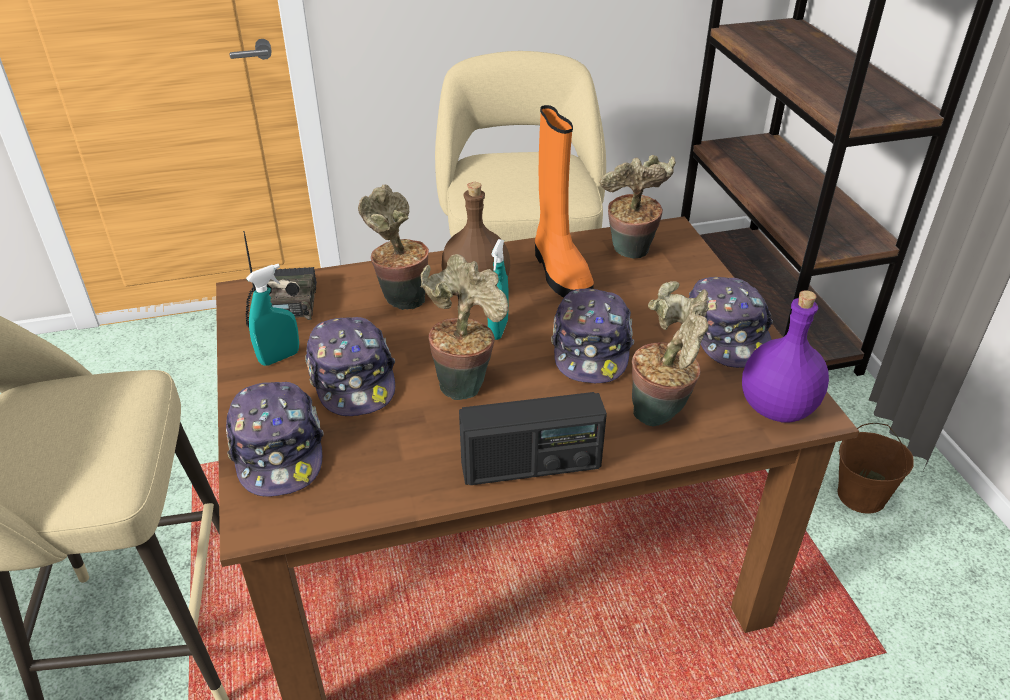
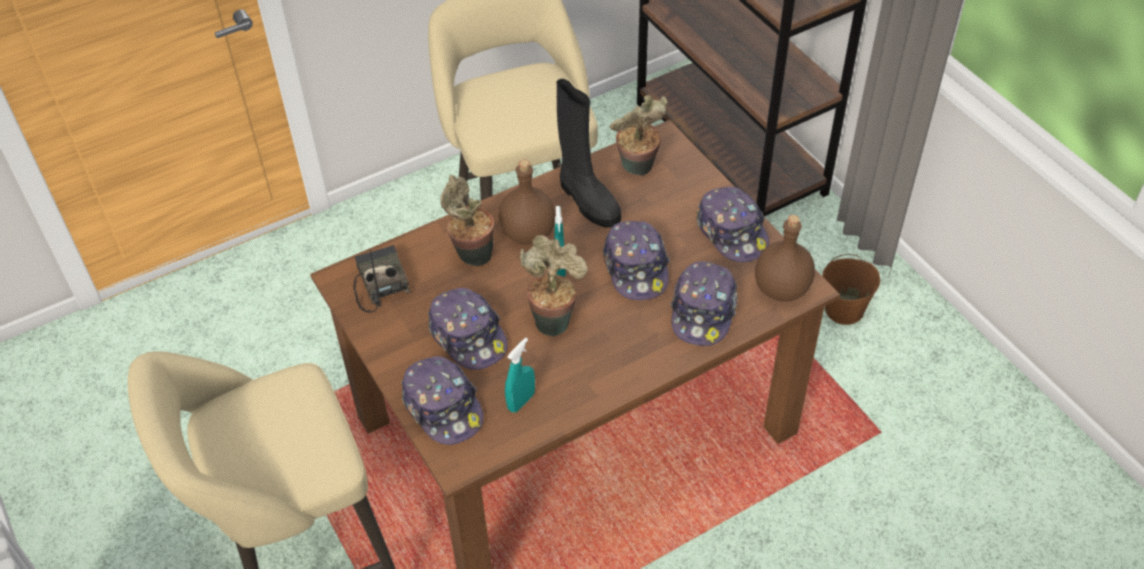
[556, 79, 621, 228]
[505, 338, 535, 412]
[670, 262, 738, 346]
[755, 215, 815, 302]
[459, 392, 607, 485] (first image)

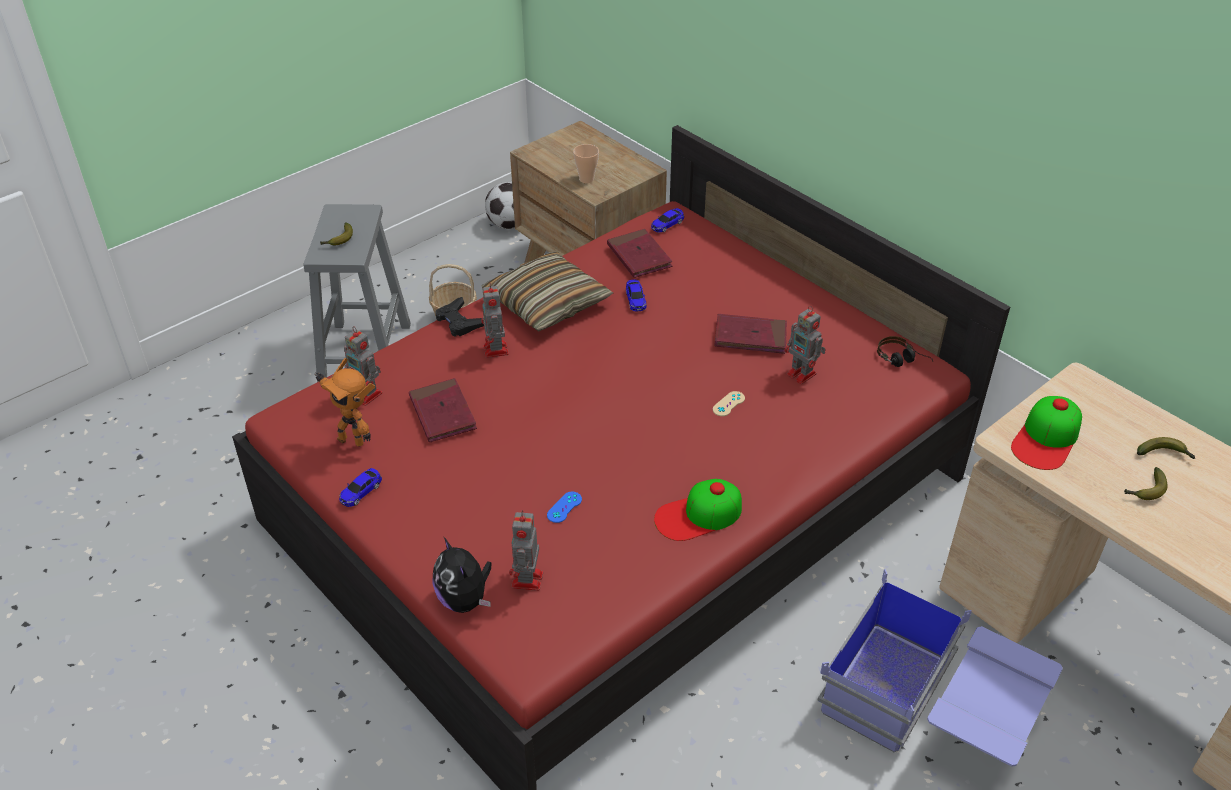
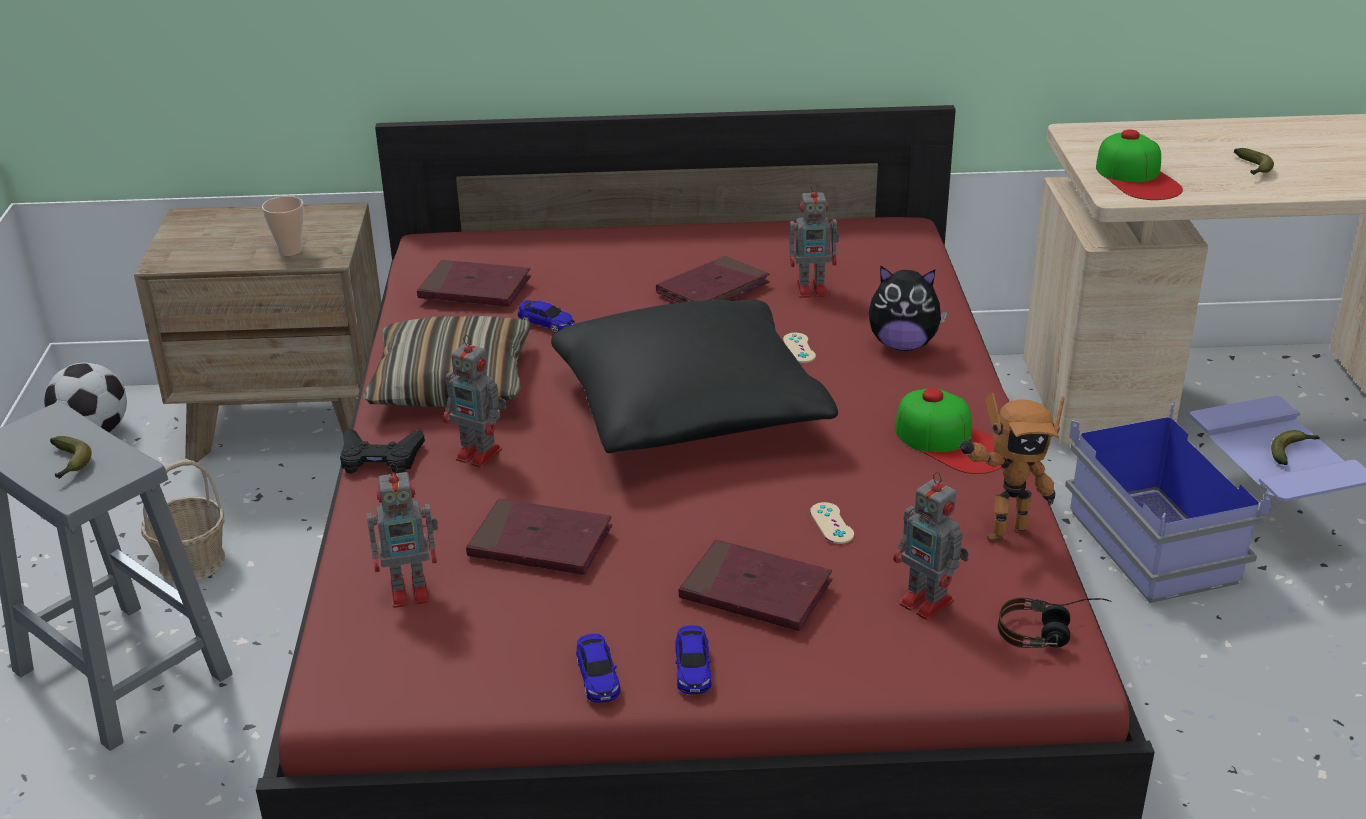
[675, 625, 712, 694]
[998, 597, 1111, 648]
[958, 393, 1064, 543]
[1271, 430, 1320, 465]
[895, 388, 1007, 474]
[810, 502, 854, 544]
[868, 265, 948, 351]
[551, 299, 838, 453]
[678, 540, 832, 631]

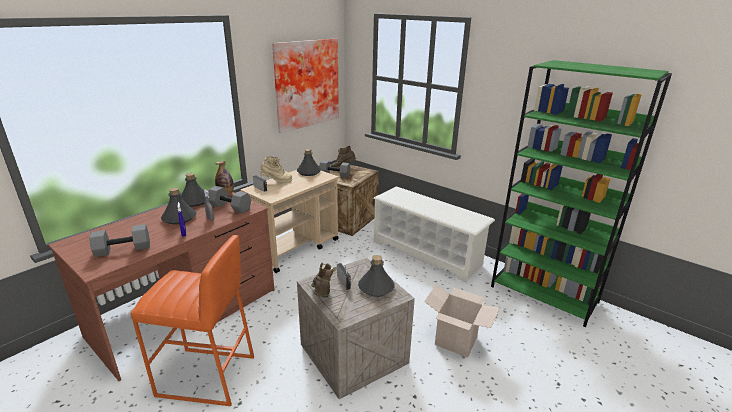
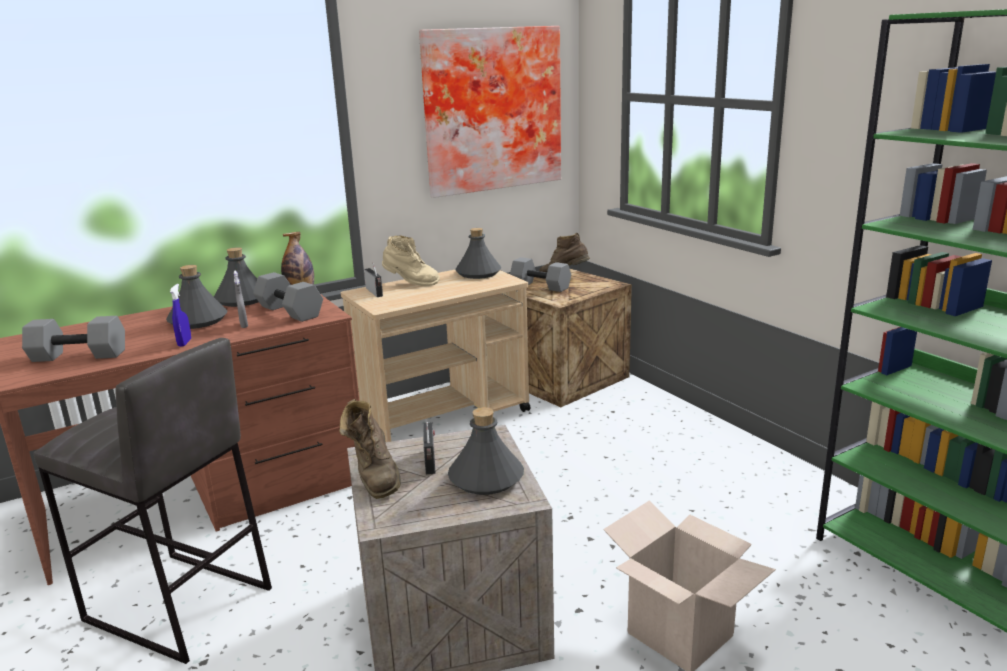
[373, 186, 495, 283] (first image)
[34, 338, 272, 664]
[339, 399, 401, 499]

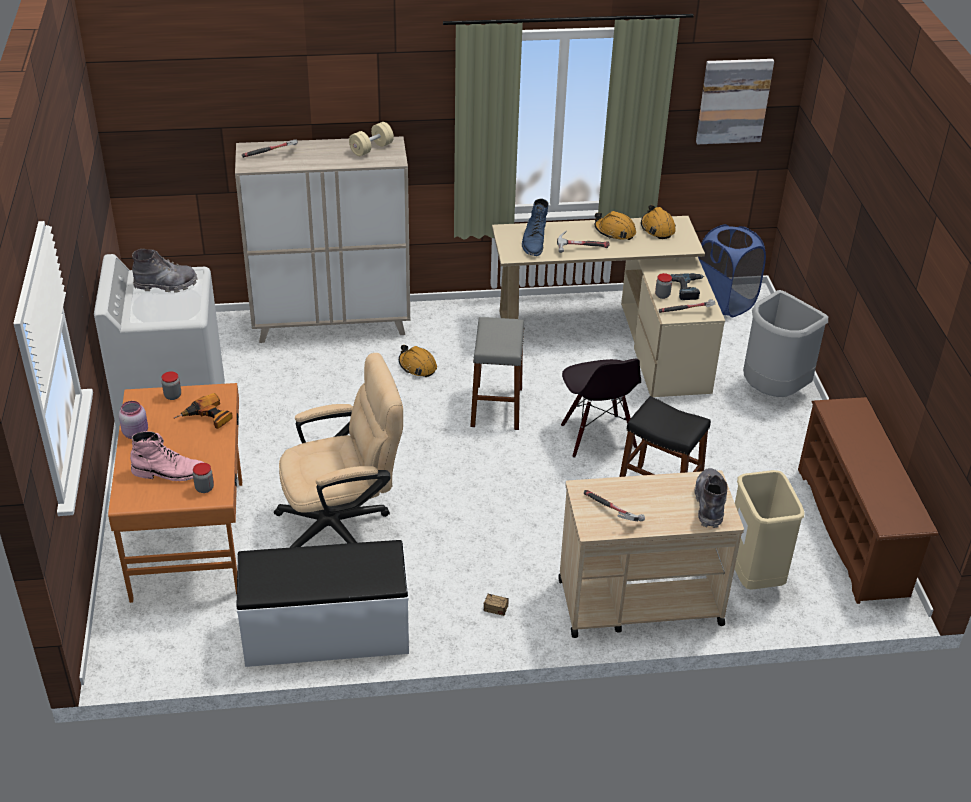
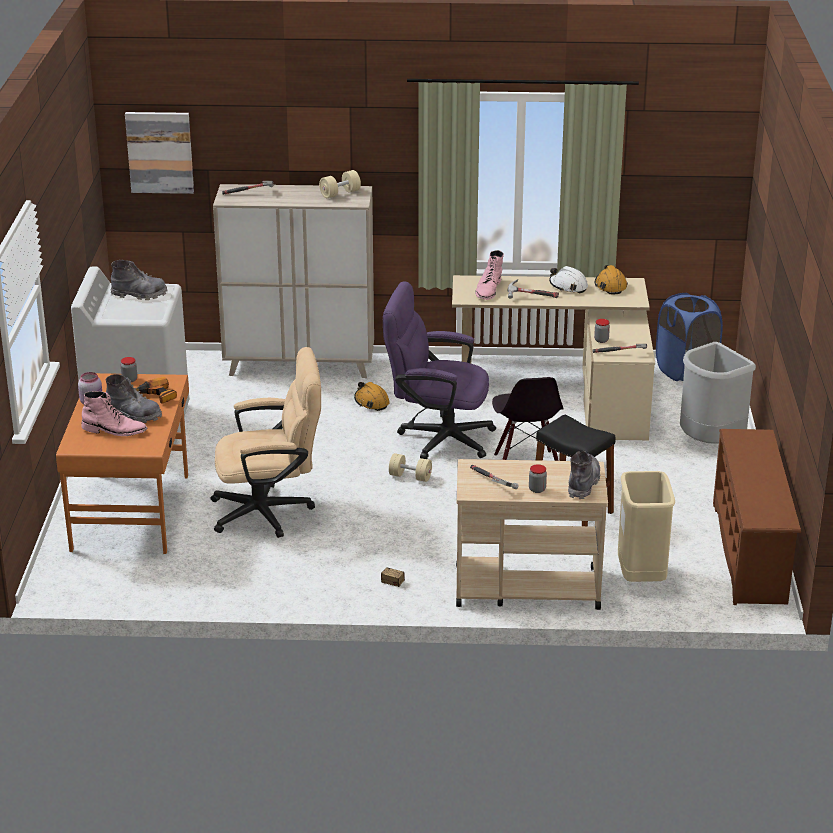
[125, 112, 194, 194]
[475, 250, 504, 300]
[549, 266, 588, 293]
[671, 273, 704, 300] (first image)
[383, 281, 496, 459]
[529, 464, 547, 493]
[236, 540, 409, 667] (first image)
[106, 374, 162, 423]
[389, 453, 432, 482]

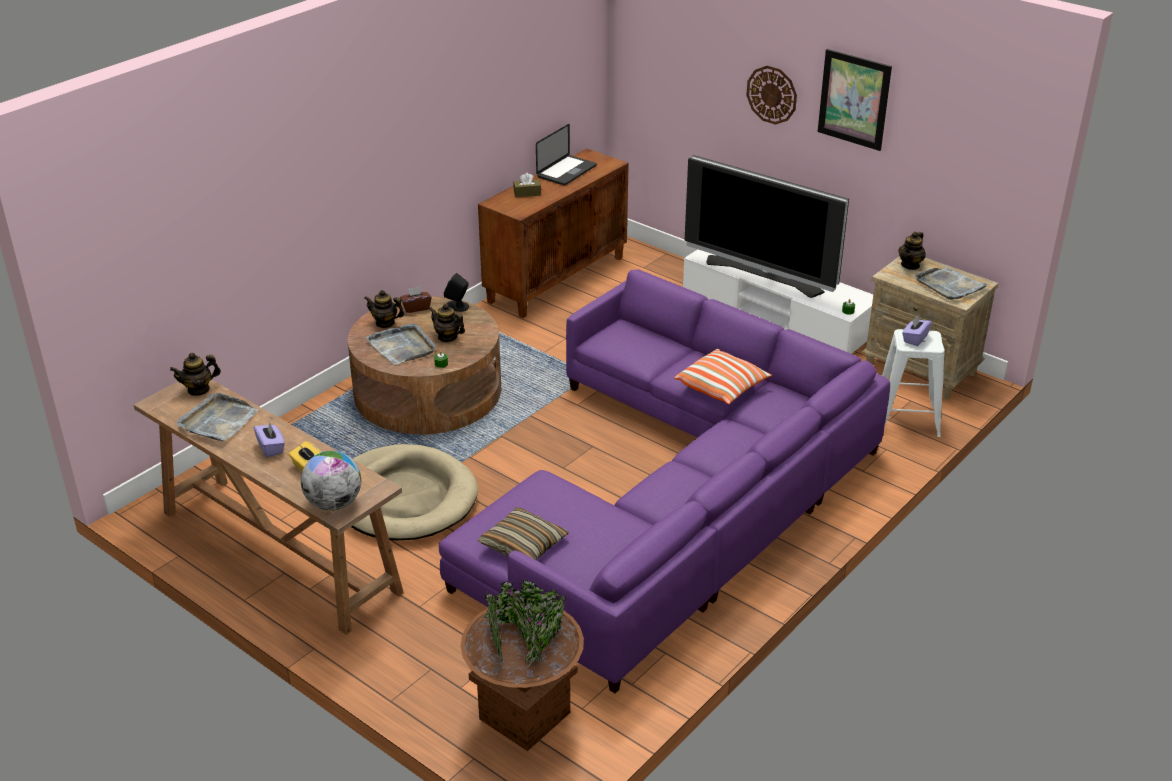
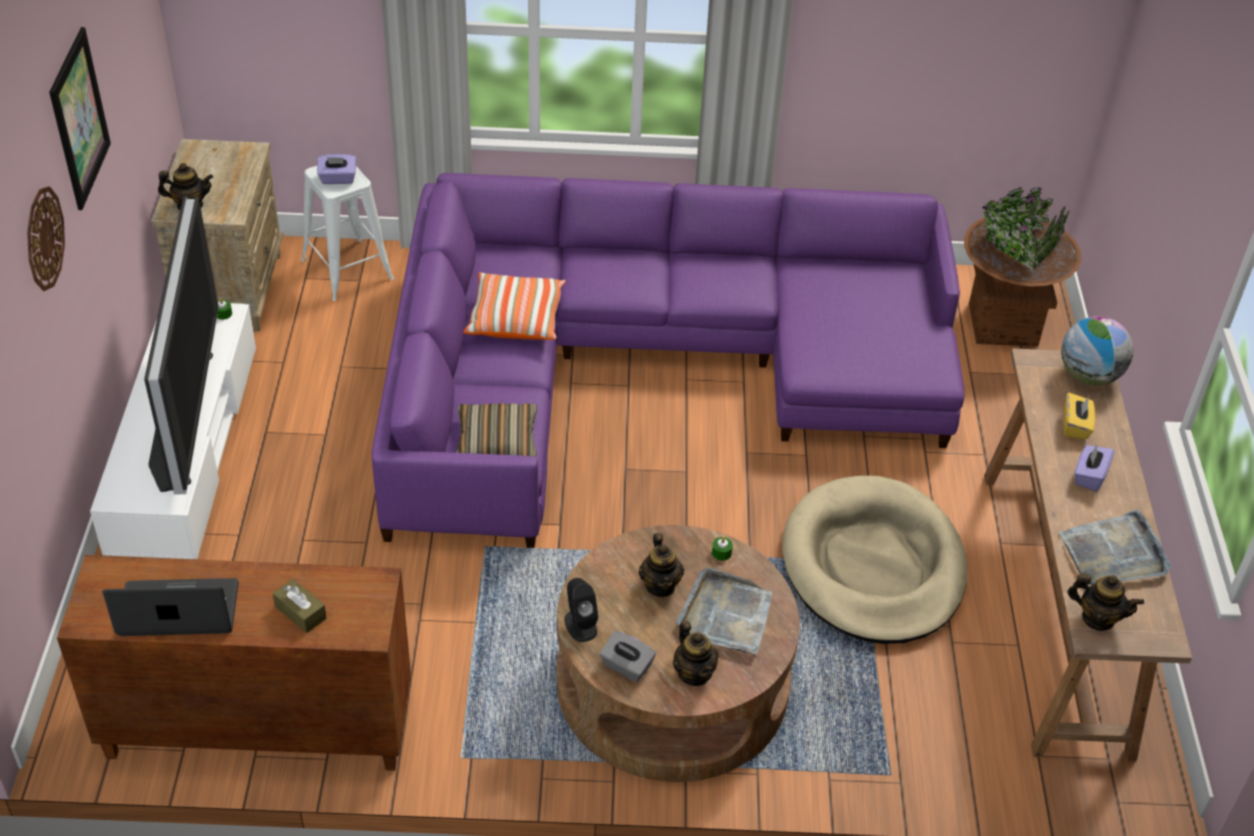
[915, 267, 990, 300] (first image)
[600, 631, 656, 682]
[456, 403, 537, 457]

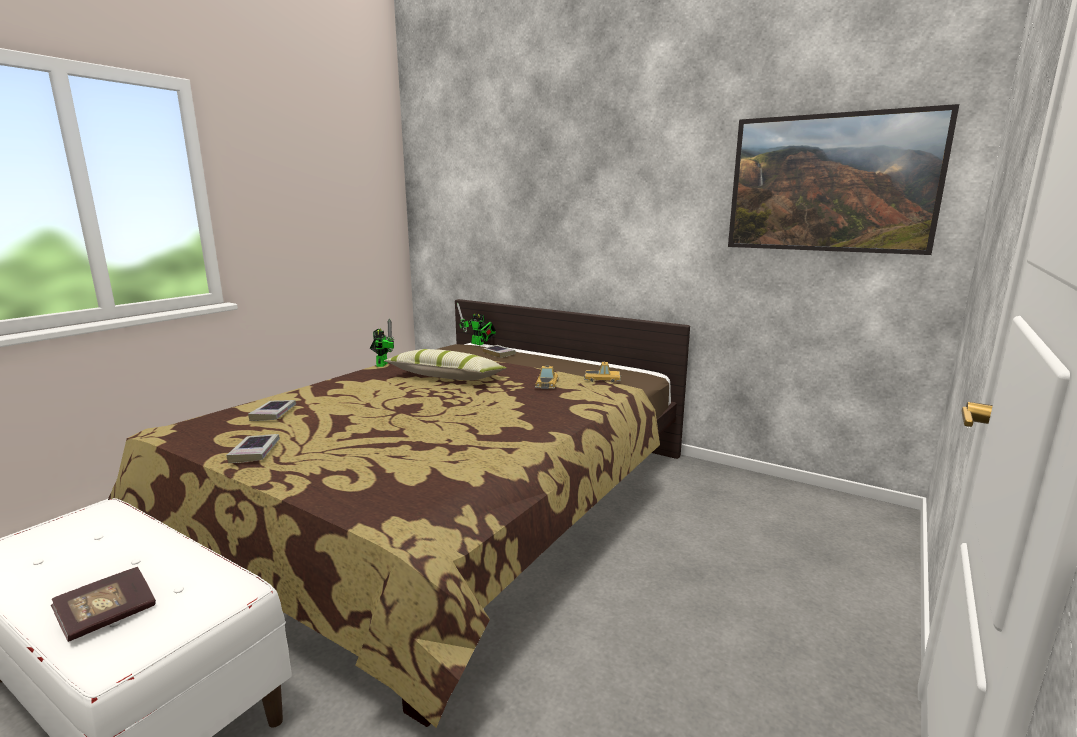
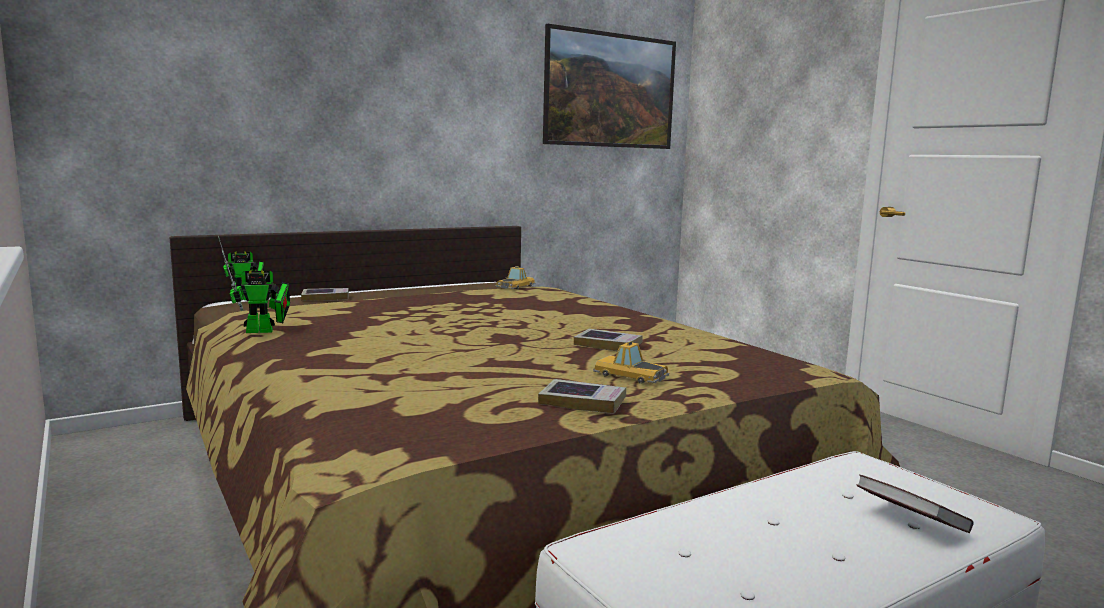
[222, 250, 290, 333]
[384, 349, 506, 380] (first image)
[593, 341, 669, 384]
[574, 329, 643, 351]

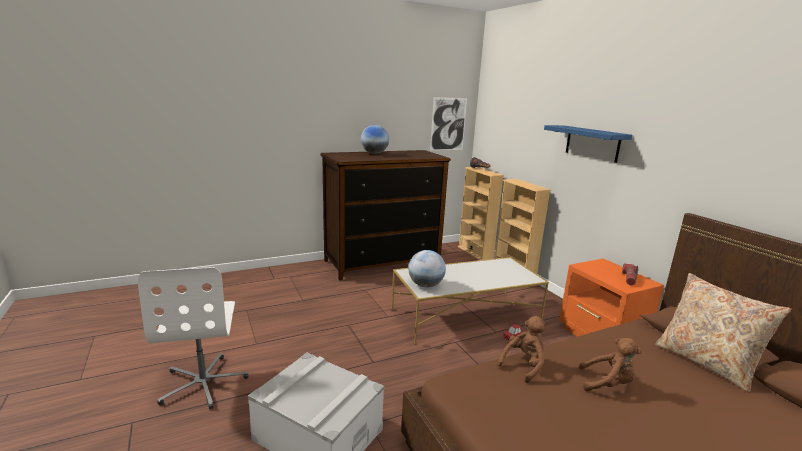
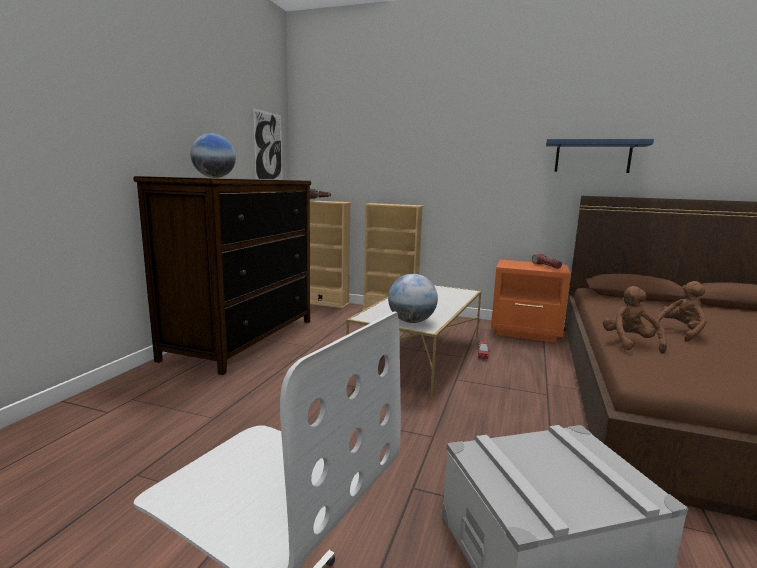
[546, 139, 654, 173]
[655, 273, 791, 393] (first image)

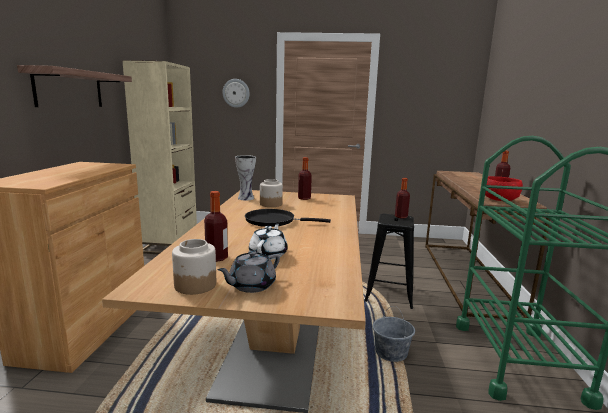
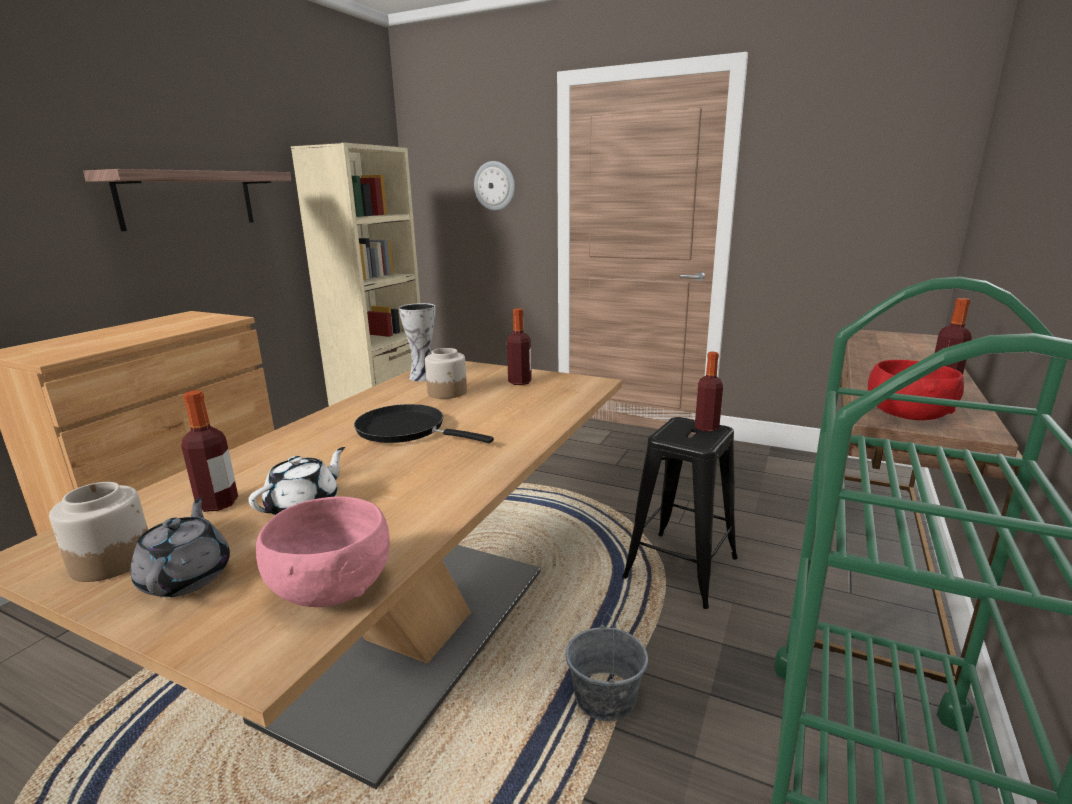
[131, 497, 230, 597]
[256, 497, 390, 607]

